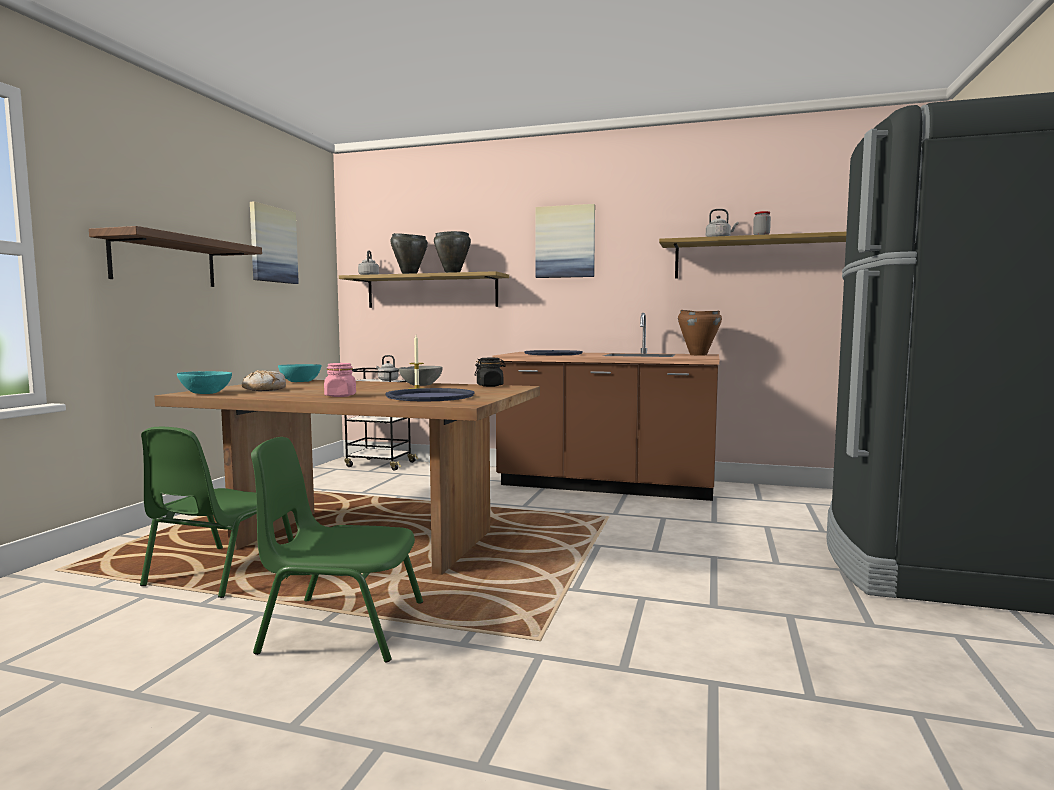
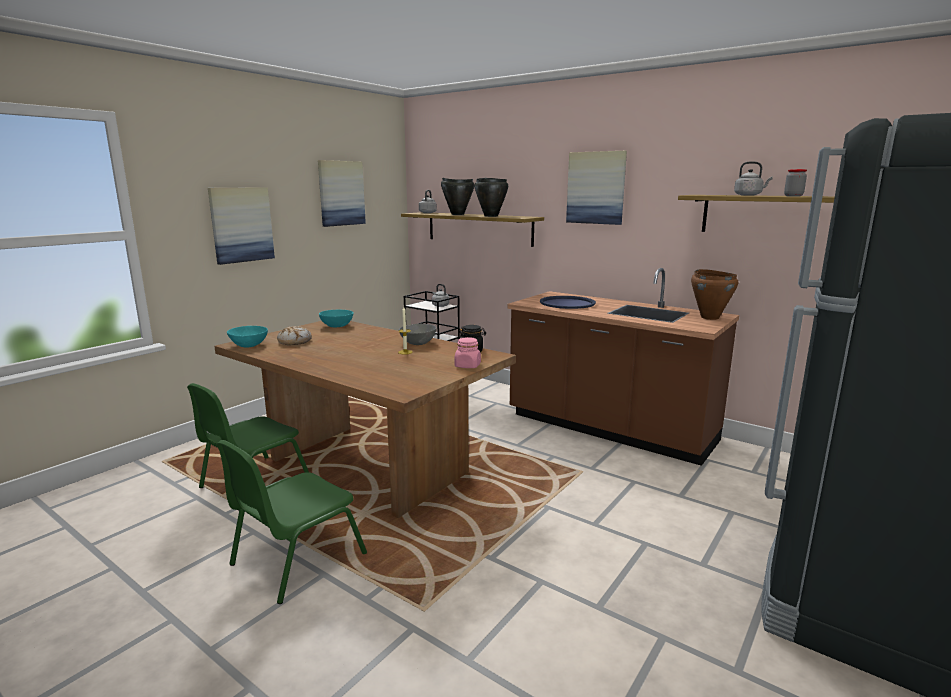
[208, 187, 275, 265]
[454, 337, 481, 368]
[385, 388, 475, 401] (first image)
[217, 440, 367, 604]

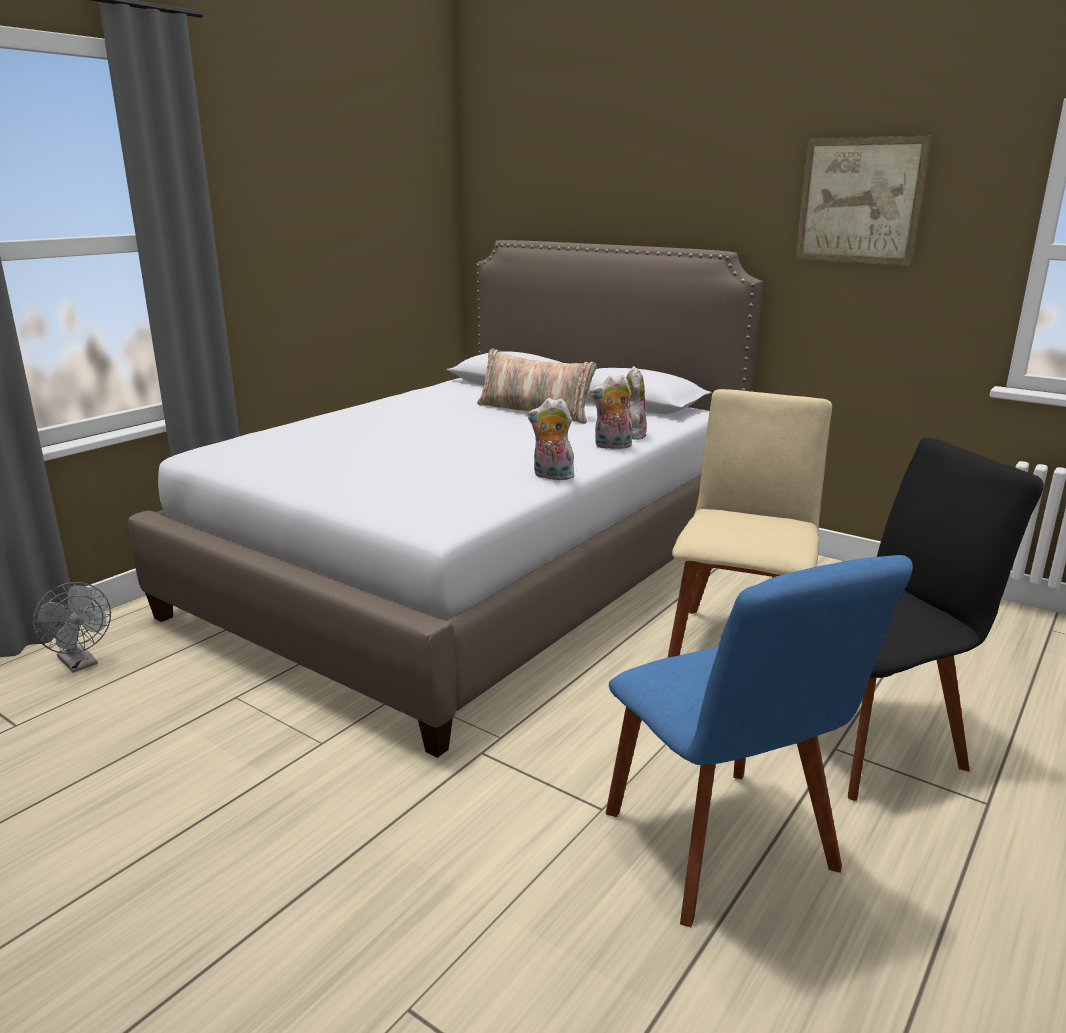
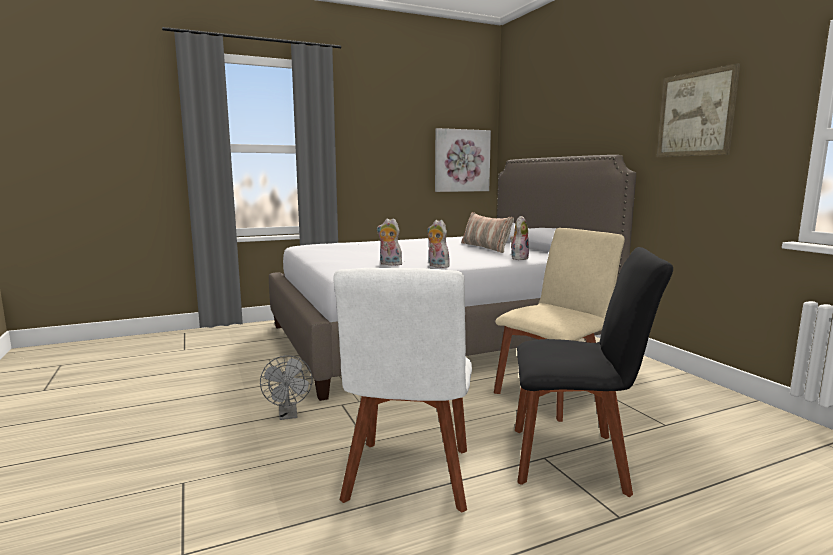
[377, 218, 402, 266]
[333, 268, 472, 513]
[260, 355, 313, 420]
[435, 128, 491, 192]

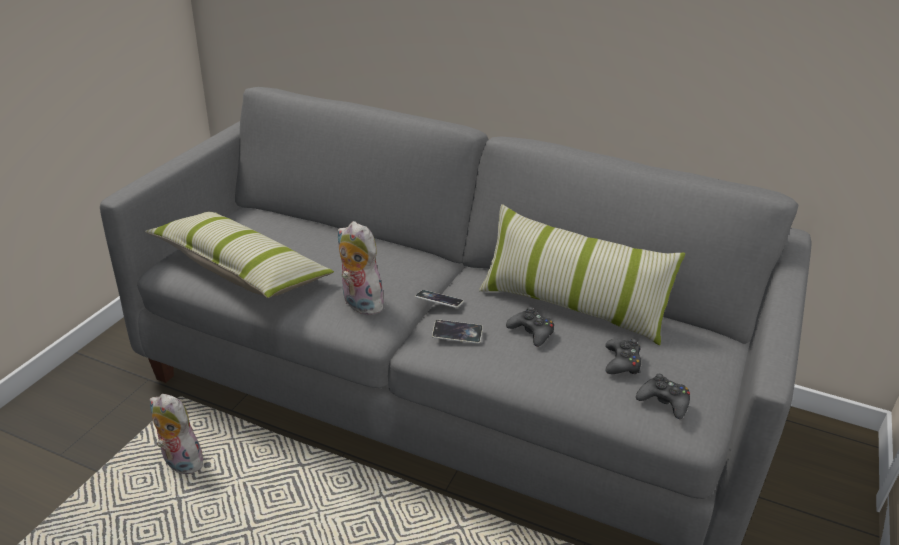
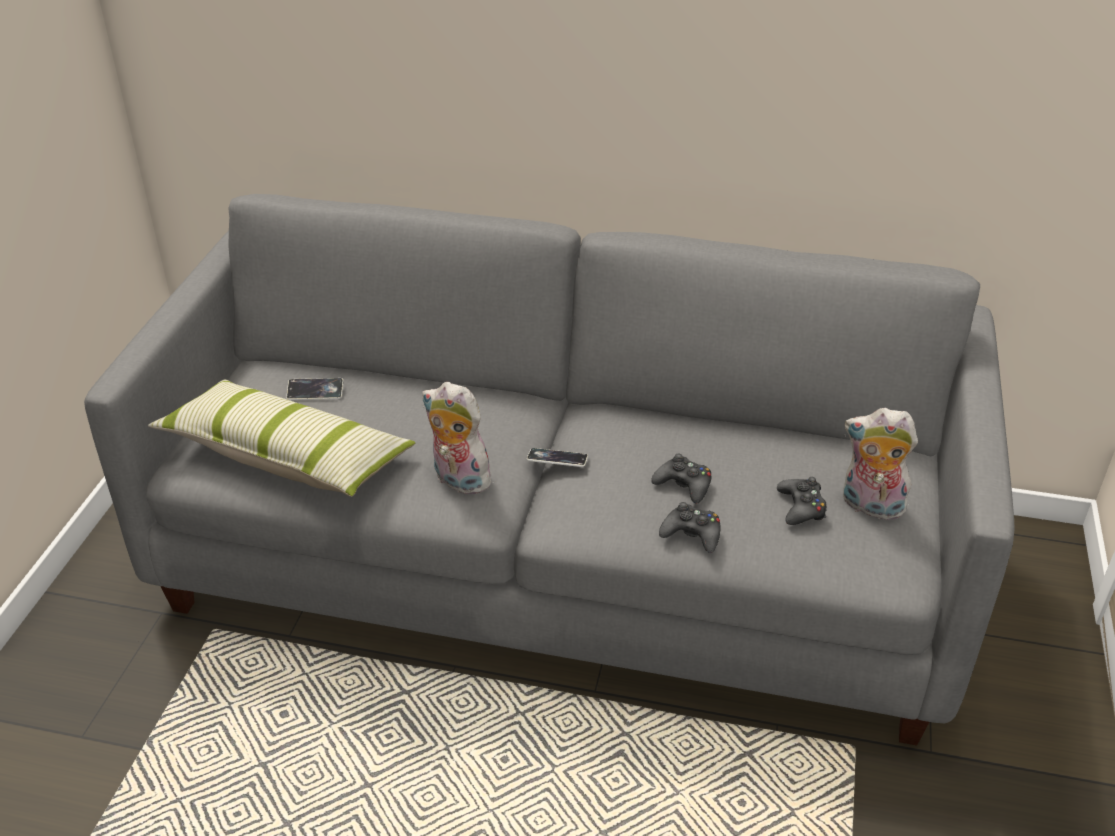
[479, 204, 685, 345] (first image)
[286, 378, 343, 400]
[659, 502, 721, 553]
[843, 408, 918, 523]

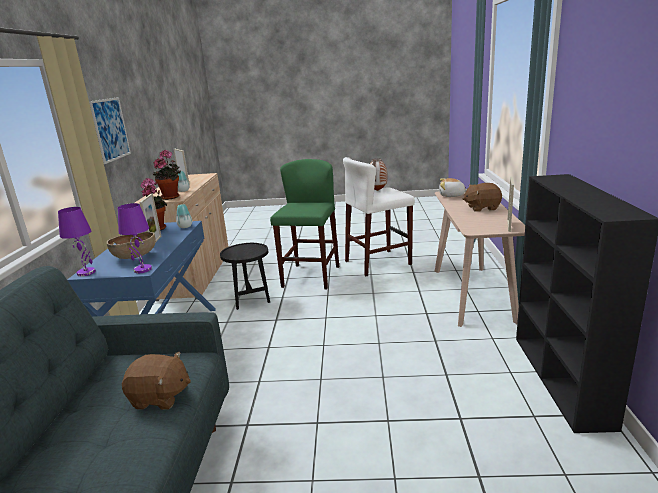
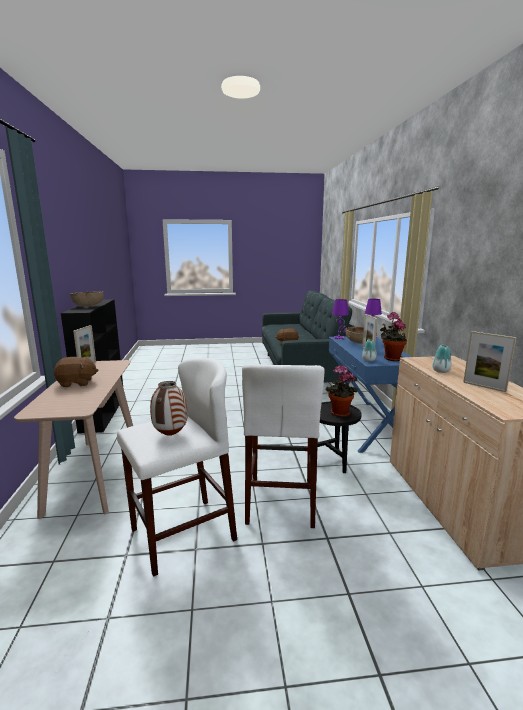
[89, 97, 131, 164] (first image)
[325, 365, 359, 417]
[242, 364, 325, 528]
[439, 178, 467, 197] (first image)
[70, 291, 104, 306]

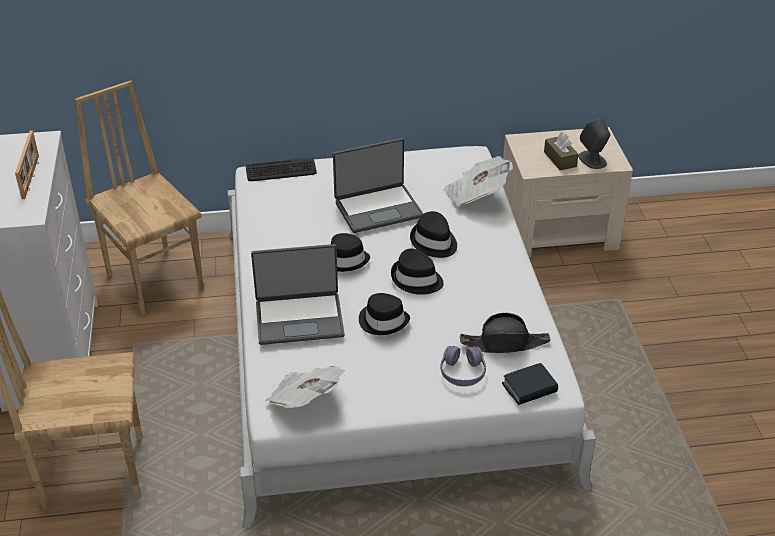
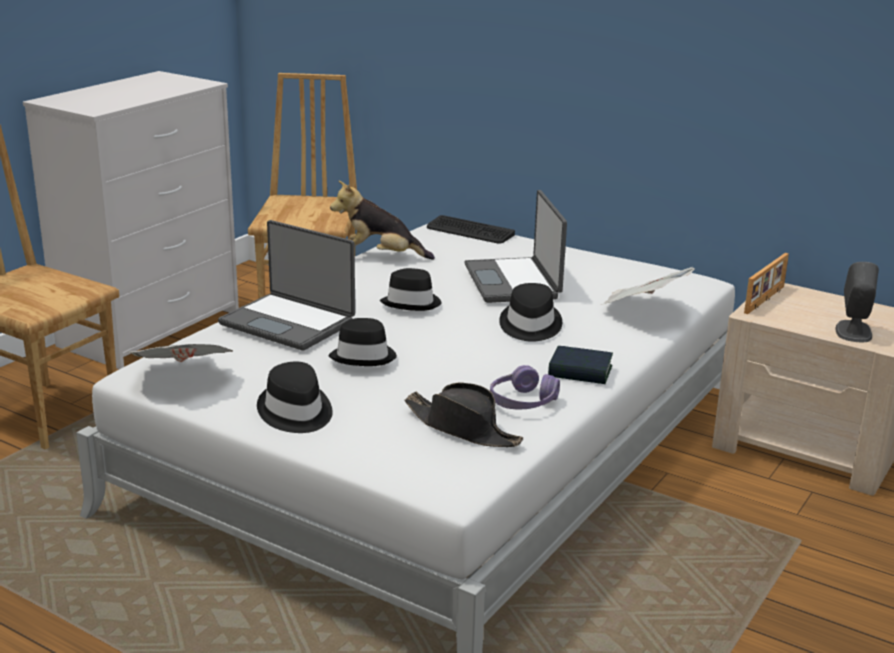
[744, 253, 789, 314]
[544, 132, 578, 170] (first image)
[465, 190, 567, 303]
[257, 362, 333, 433]
[490, 365, 560, 410]
[548, 346, 613, 384]
[330, 181, 435, 260]

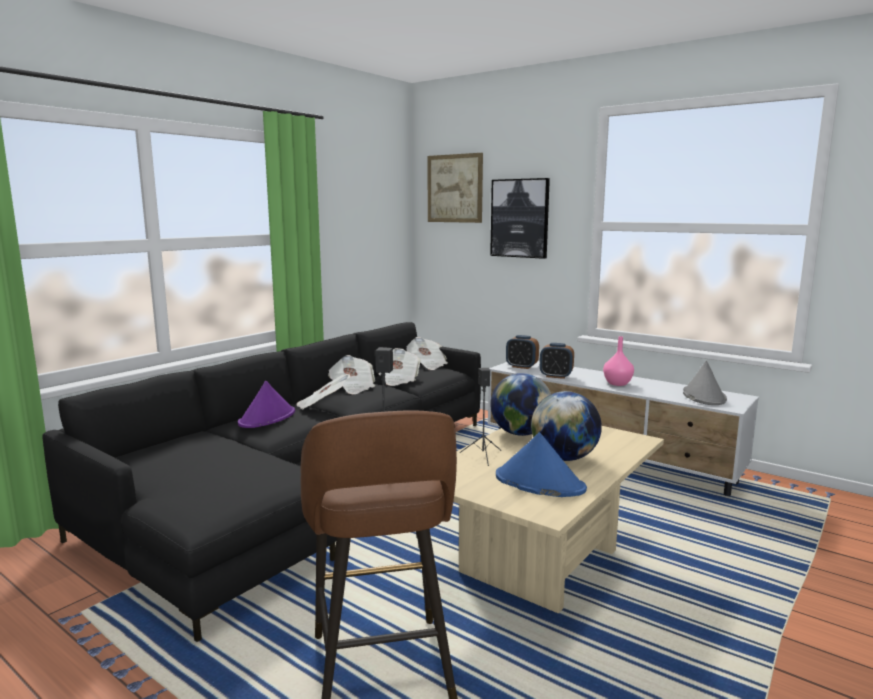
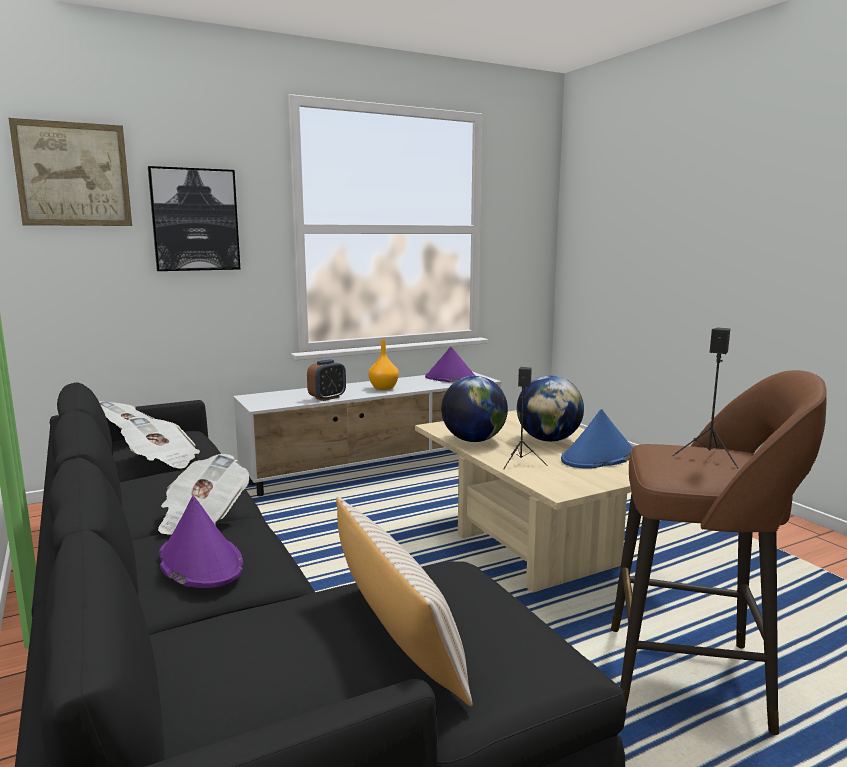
[506, 335, 539, 369] (first image)
[368, 340, 399, 390]
[328, 355, 375, 394] (first image)
[425, 347, 475, 382]
[336, 497, 473, 707]

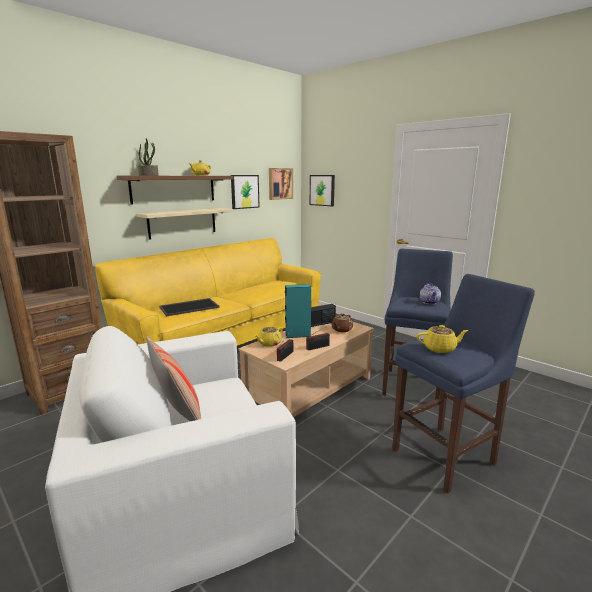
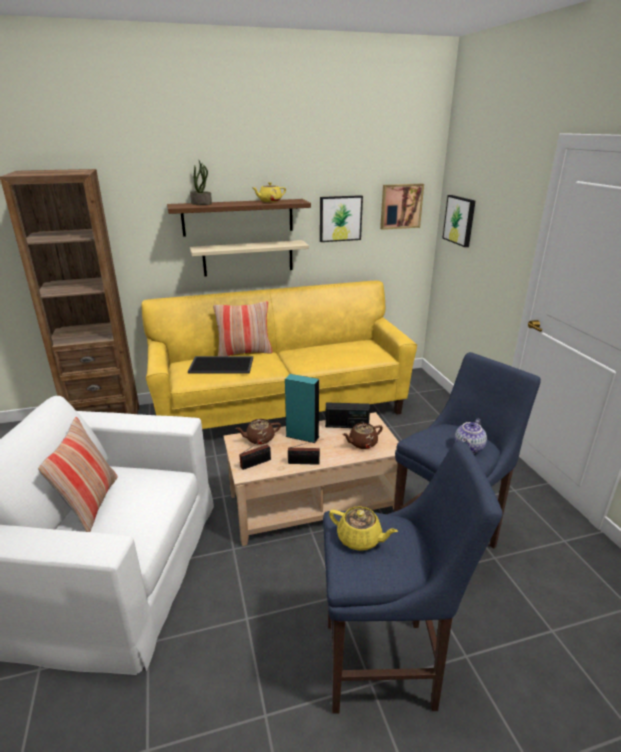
[235, 419, 281, 445]
[213, 301, 272, 356]

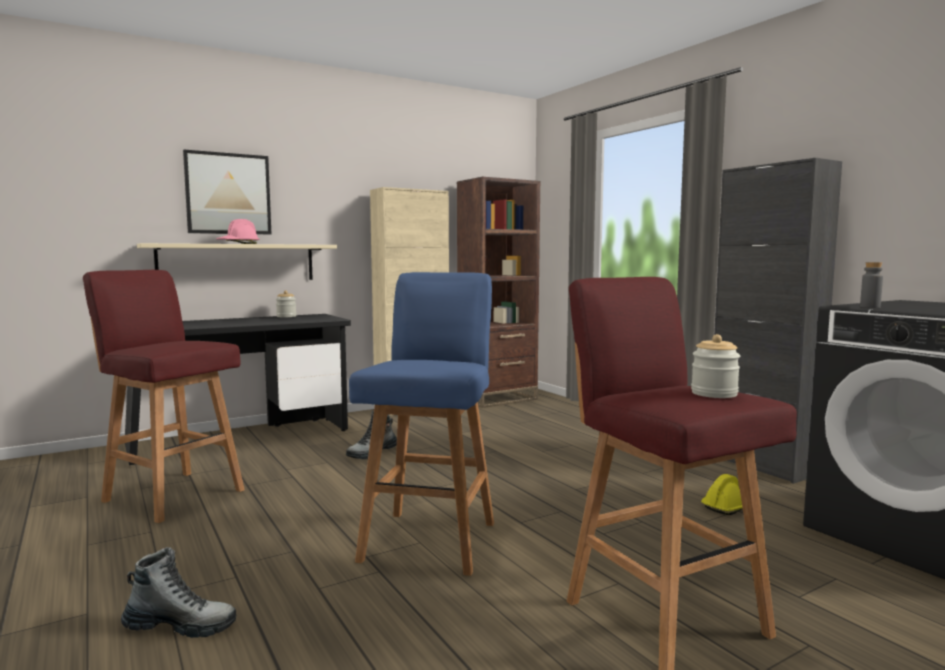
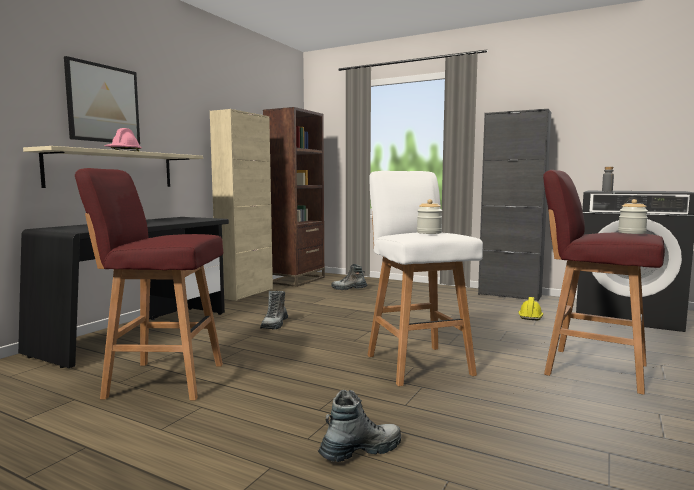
[367, 171, 483, 386]
[417, 199, 442, 234]
[331, 264, 367, 290]

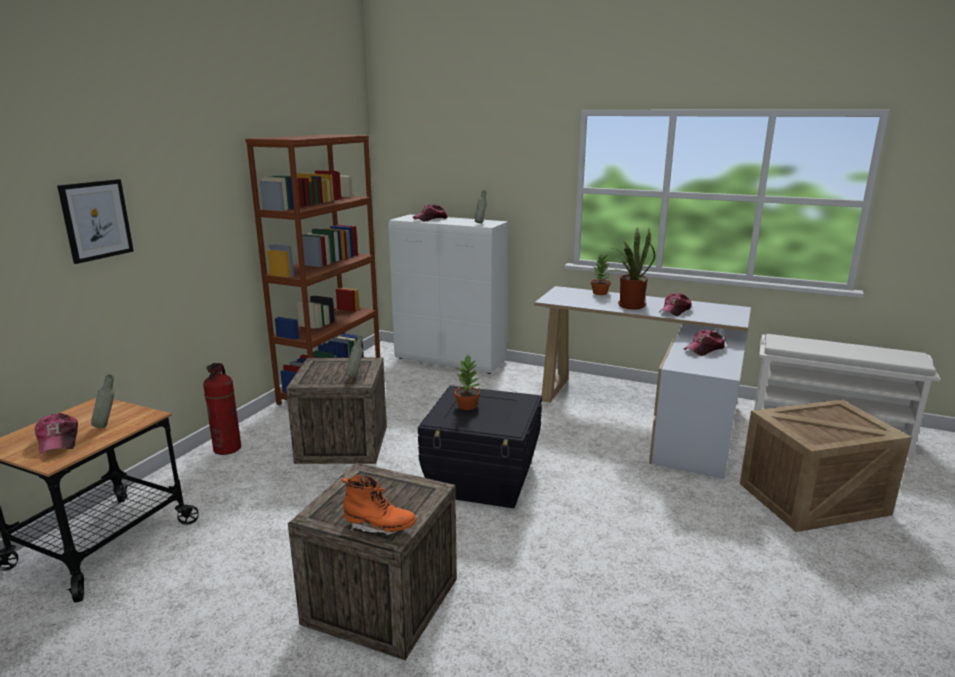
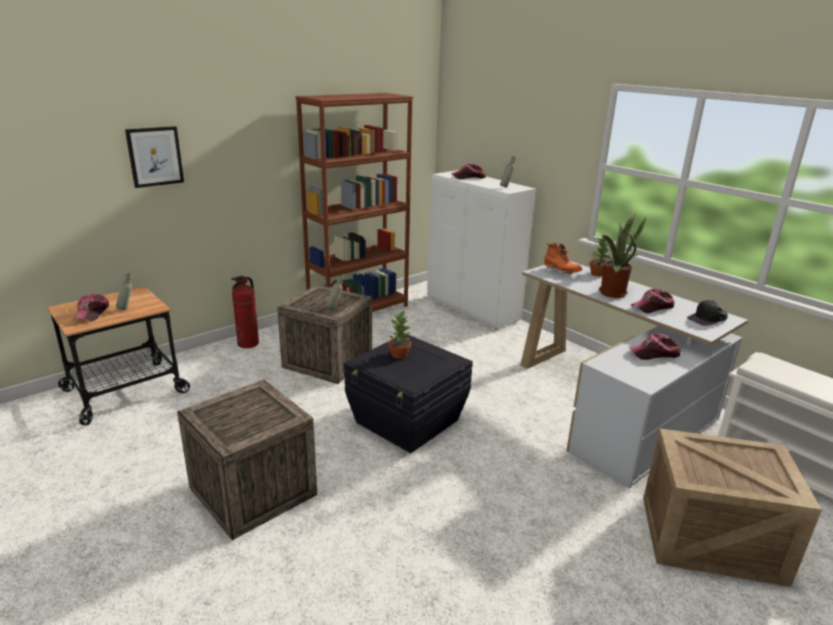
[544, 242, 582, 274]
[687, 300, 728, 326]

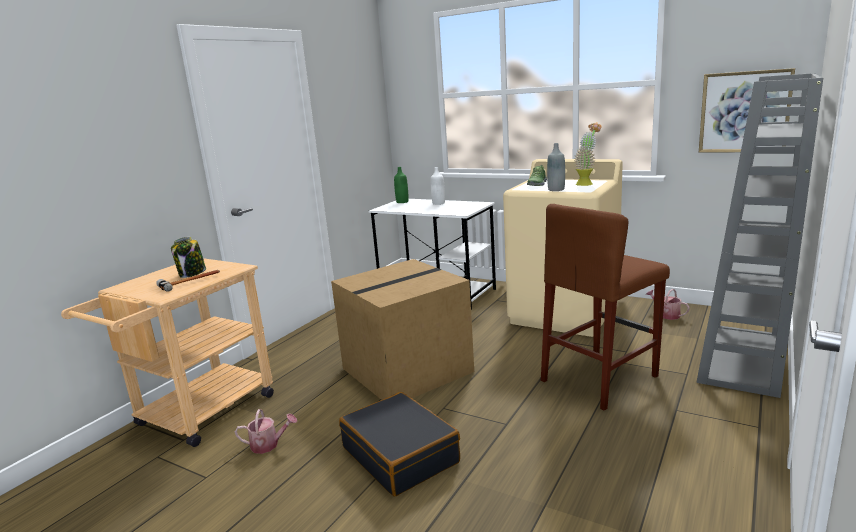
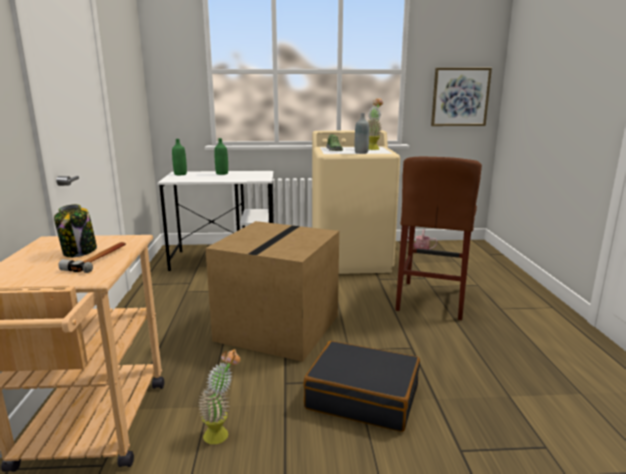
[696, 73, 823, 398] (first image)
[214, 138, 228, 175]
[199, 349, 241, 444]

